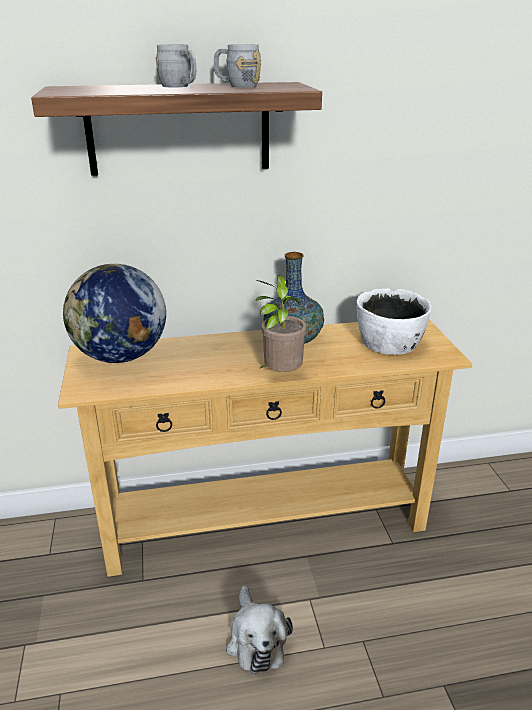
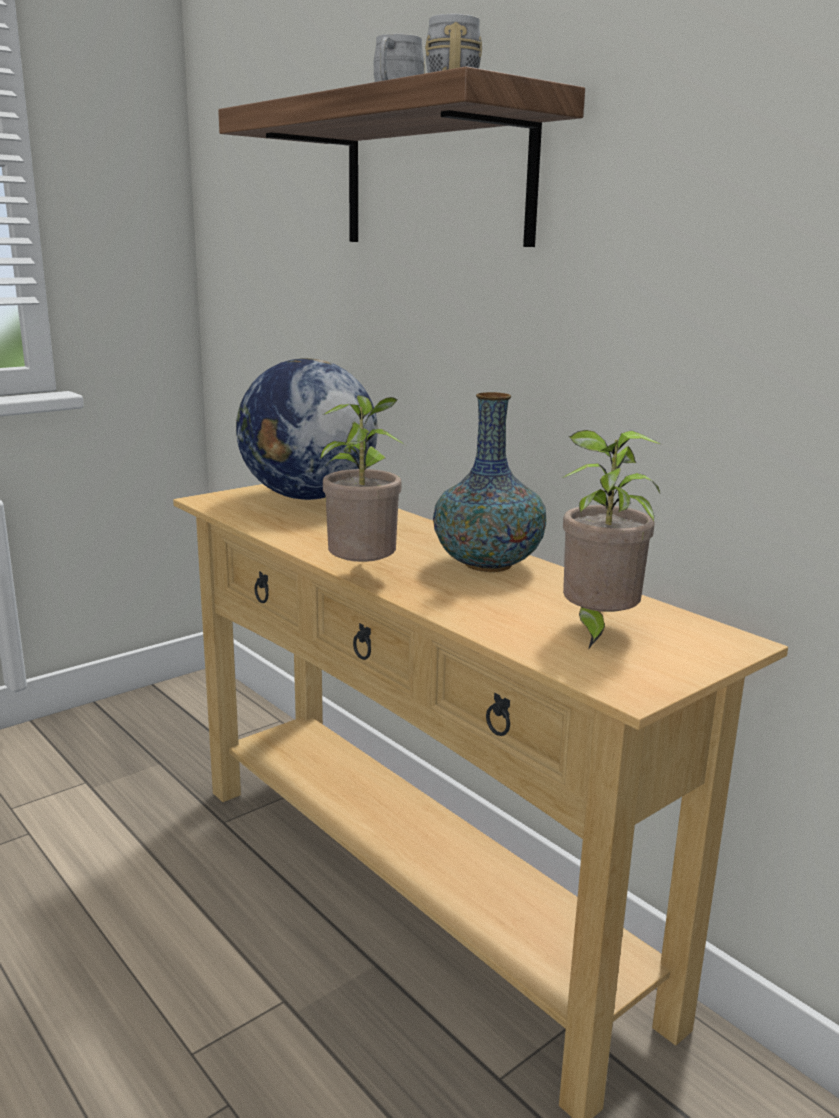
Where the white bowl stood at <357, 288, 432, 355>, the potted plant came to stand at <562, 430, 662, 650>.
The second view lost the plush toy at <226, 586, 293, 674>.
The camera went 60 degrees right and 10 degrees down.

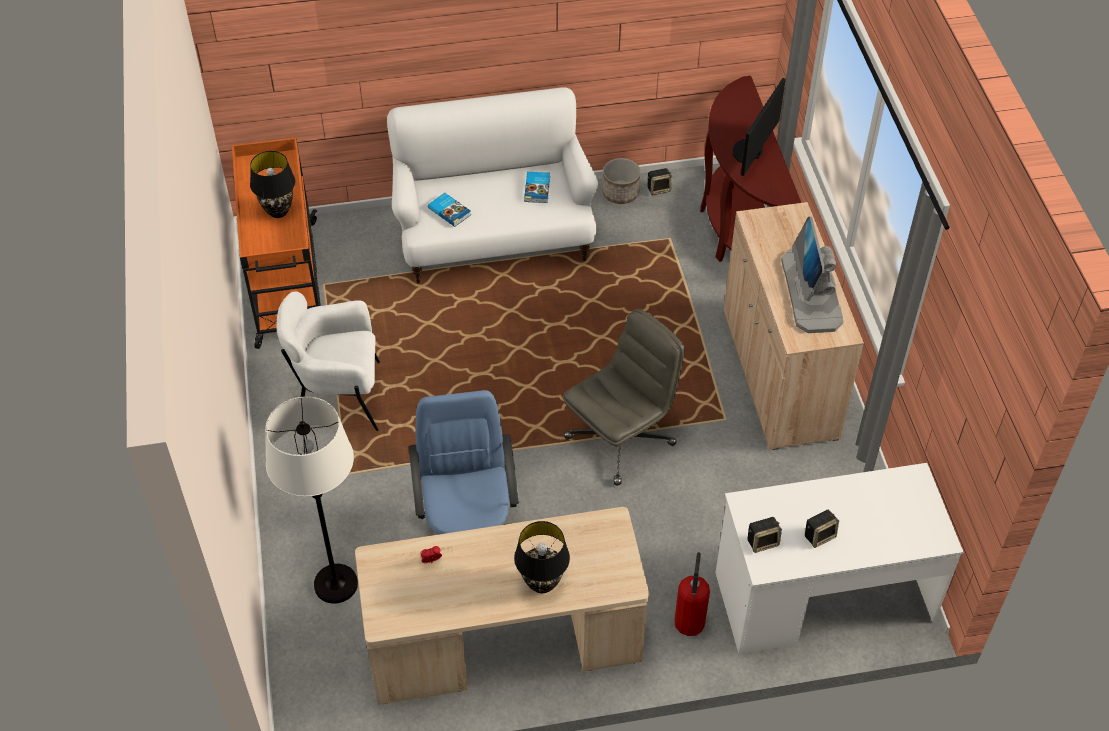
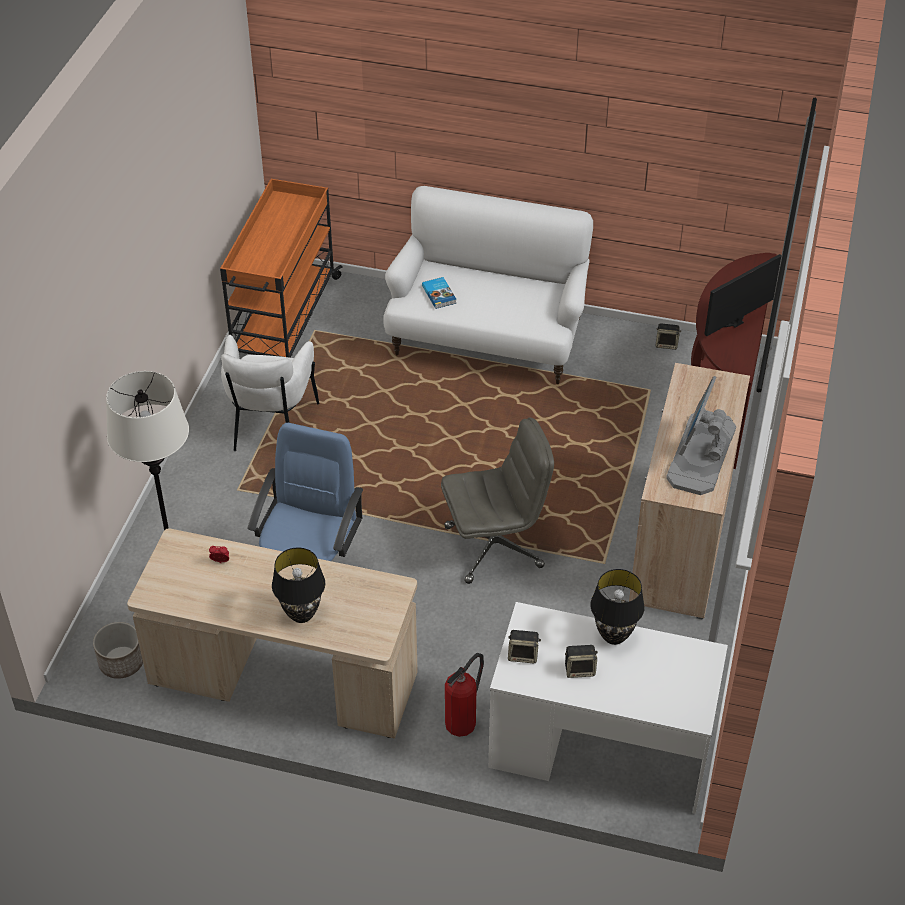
The planter ended up elsewhere, having gone from <602, 158, 641, 204> to <93, 622, 143, 679>.
The white armchair at <276, 291, 380, 431> ended up facing another way, 105 degrees counterclockwise from before.
The black table lamp ended up elsewhere, having gone from <250, 151, 295, 218> to <590, 569, 645, 645>.
The second view lost the book at <524, 172, 550, 203>.
The camera went 25 degrees right and 5 degrees down.

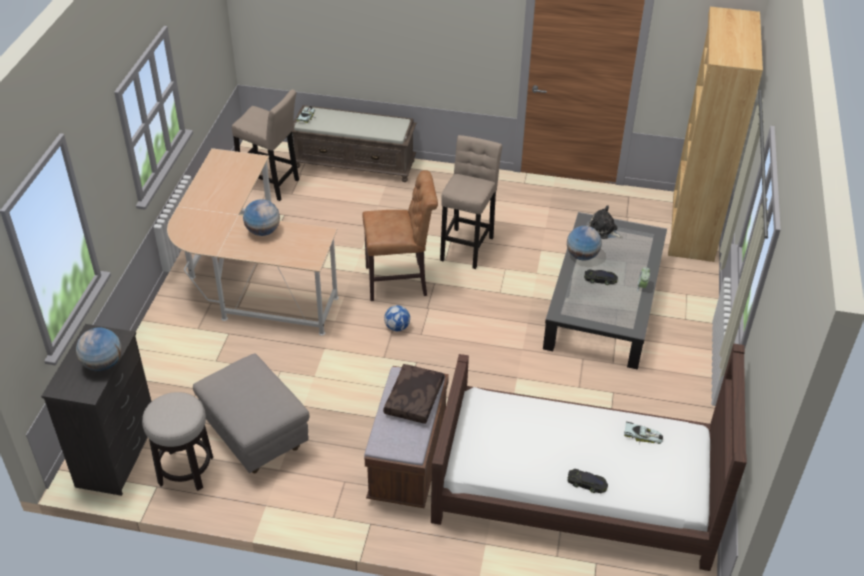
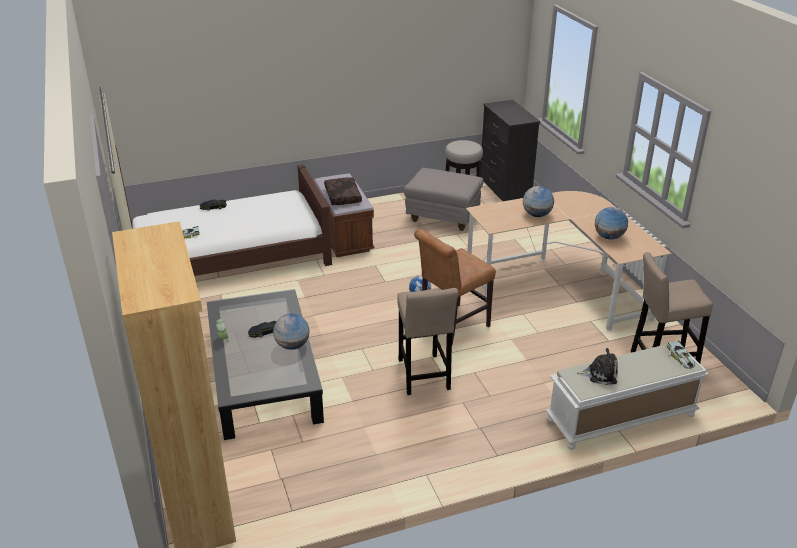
What was the brown bench at <292, 105, 416, 182> turned into the white bench at <545, 344, 709, 450>.
The plush toy ended up elsewhere, having gone from <589, 205, 623, 239> to <577, 348, 618, 385>.
The globe ended up elsewhere, having gone from <76, 328, 122, 371> to <595, 207, 628, 240>.
The camera went 150 degrees right and 10 degrees down.

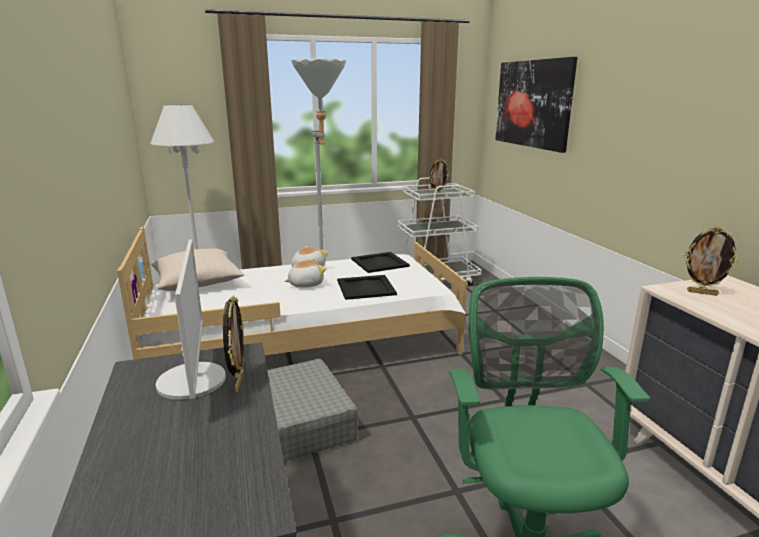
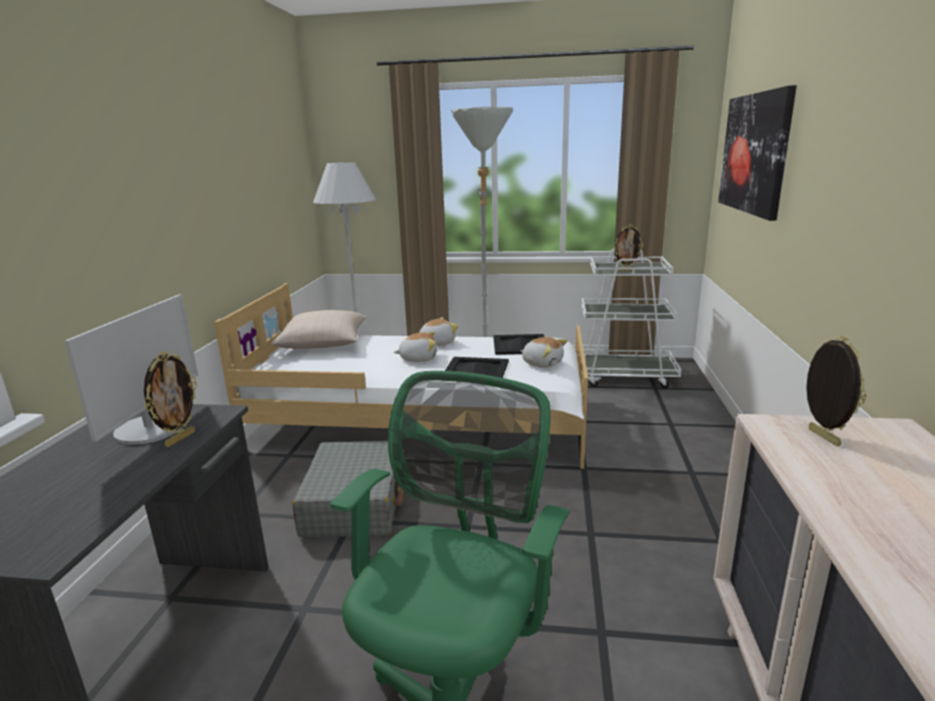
The second view gained the plush toy at <521, 337, 568, 368>.
The picture frame at <684, 226, 739, 296> ended up facing another way, 150 degrees counterclockwise from before.
The camera went 25 degrees right and 0 degrees up.

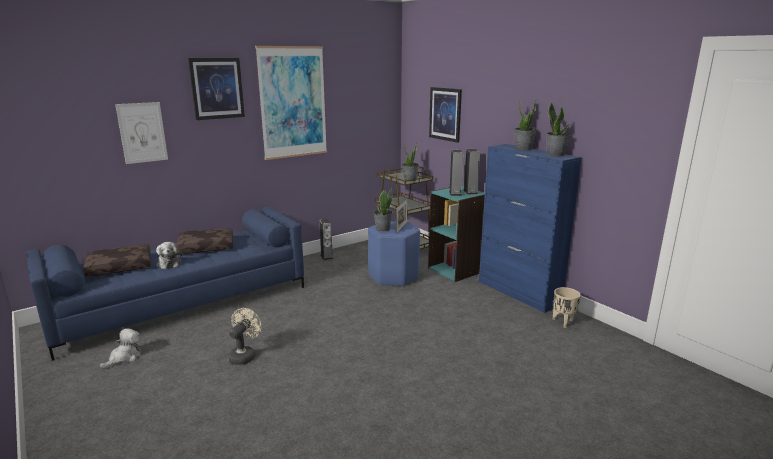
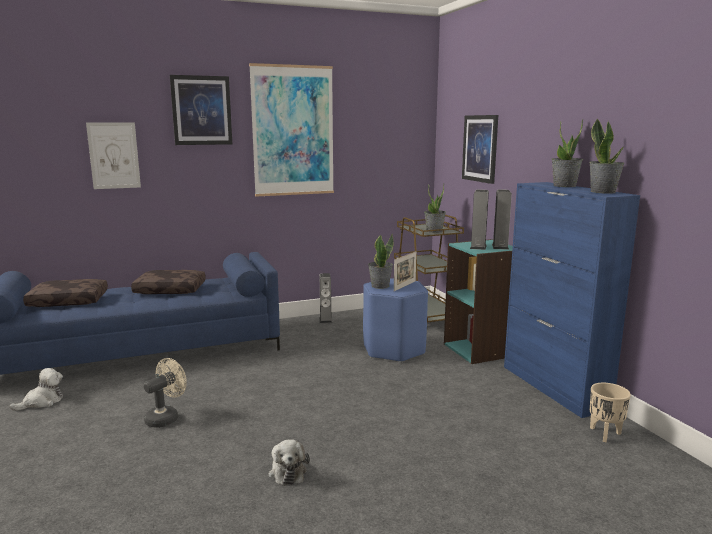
The plush toy ended up elsewhere, having gone from <156, 242, 182, 269> to <268, 439, 310, 486>.
The camera went 15 degrees right and 5 degrees down.

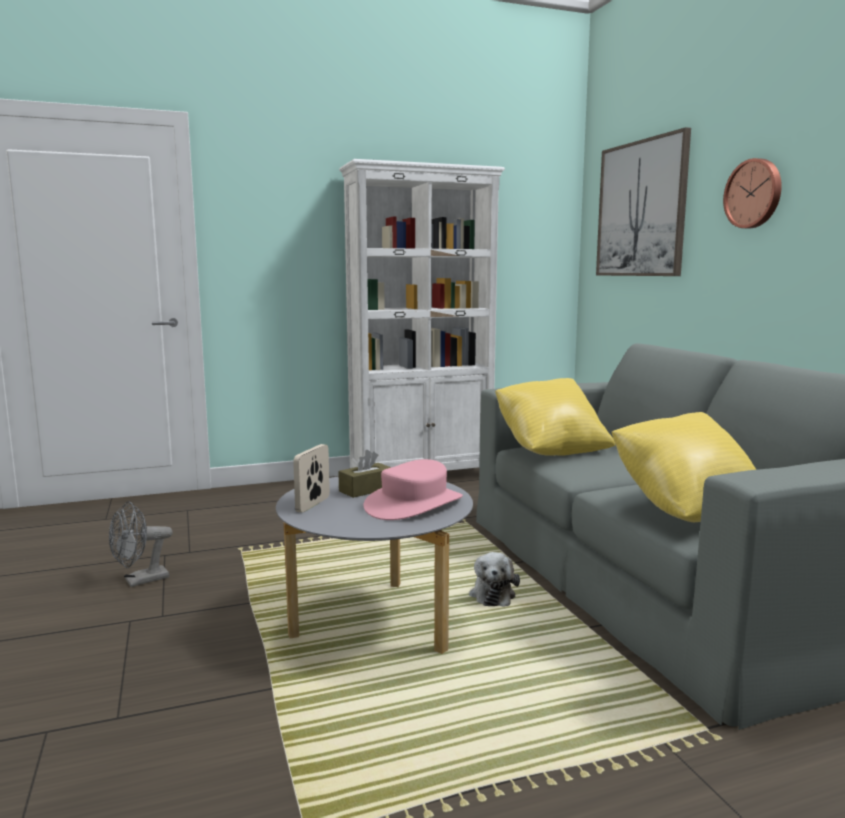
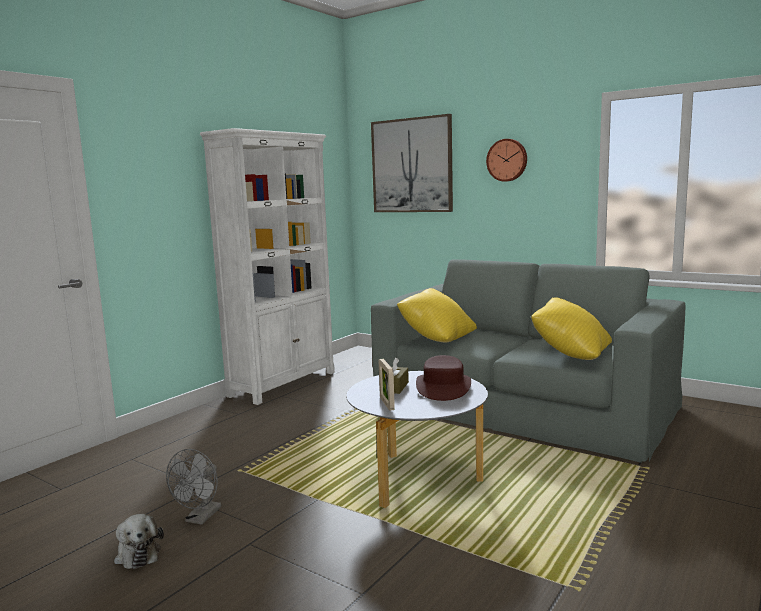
The plush toy ended up elsewhere, having gone from <469, 552, 520, 607> to <114, 514, 164, 569>.
What was the pink hat at <364, 459, 463, 520> turned into the brown hat at <416, 355, 471, 401>.
The camera went 35 degrees left and 0 degrees up.

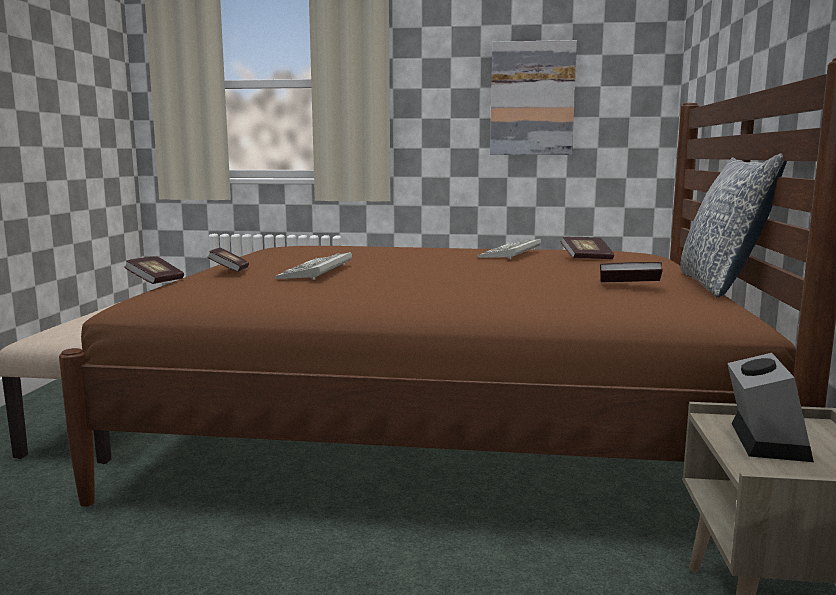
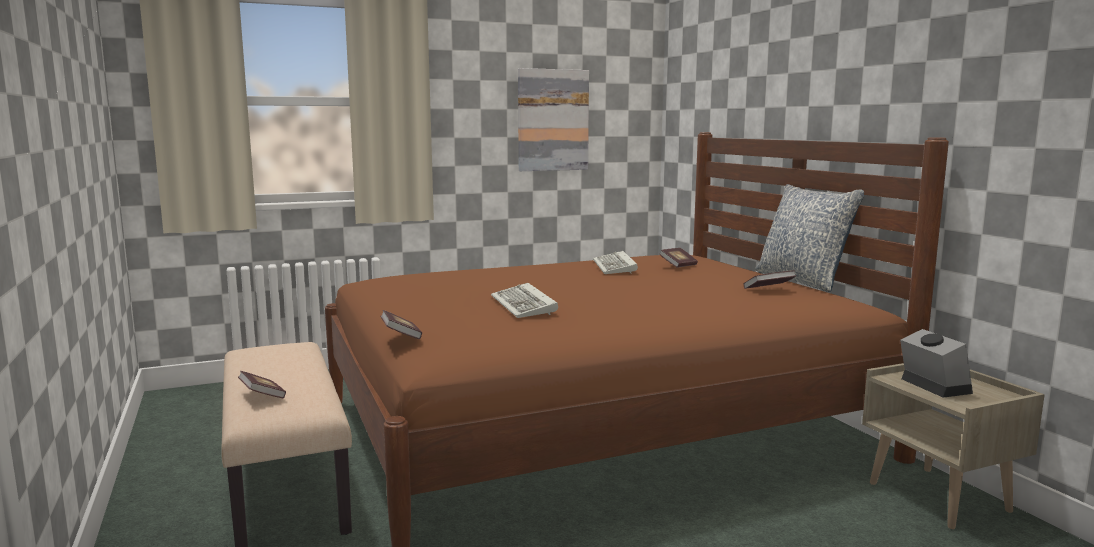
The book ended up elsewhere, having gone from <207, 248, 249, 272> to <238, 371, 286, 398>.
The camera went 30 degrees left and 0 degrees up.

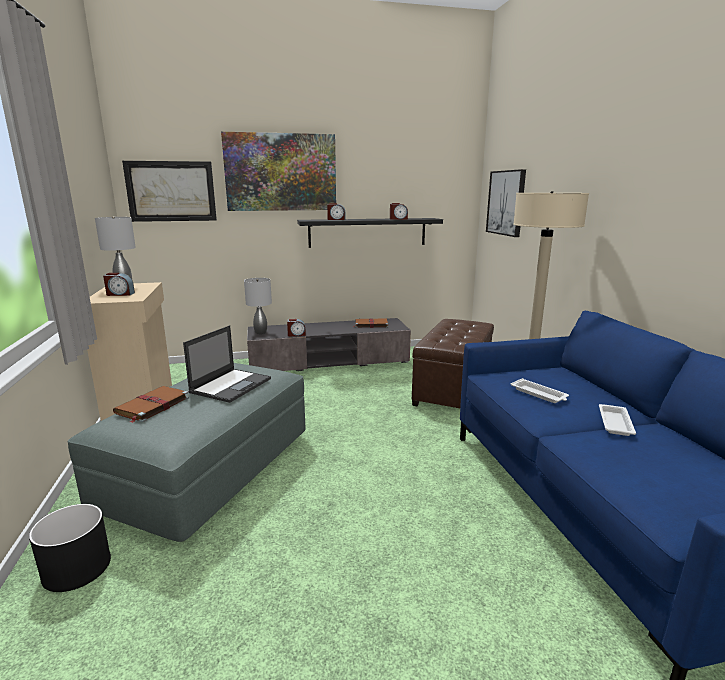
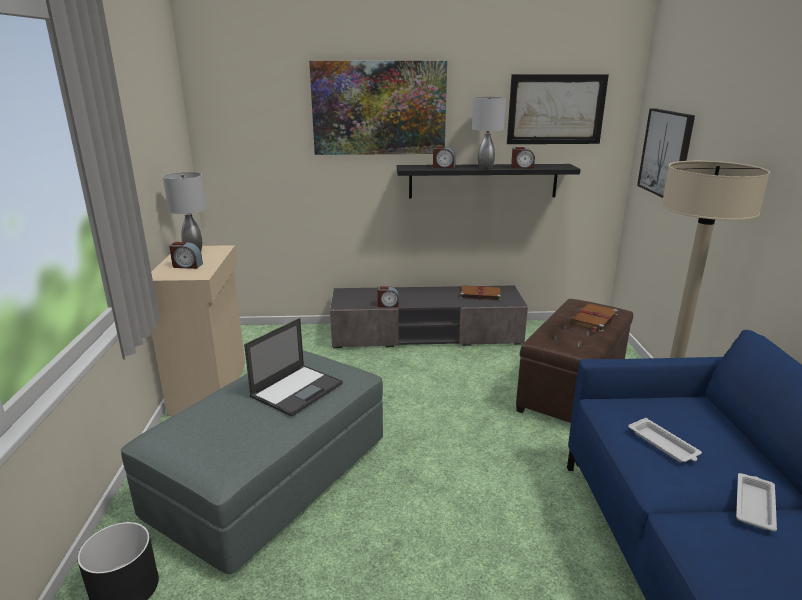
The grey table lamp ended up elsewhere, having gone from <244, 278, 272, 334> to <472, 96, 506, 169>.
The picture ended up elsewhere, having gone from <122, 161, 217, 222> to <507, 74, 609, 144>.
The brown book ended up elsewhere, having gone from <113, 386, 189, 423> to <570, 304, 618, 332>.
The camera went 10 degrees right and 5 degrees up.

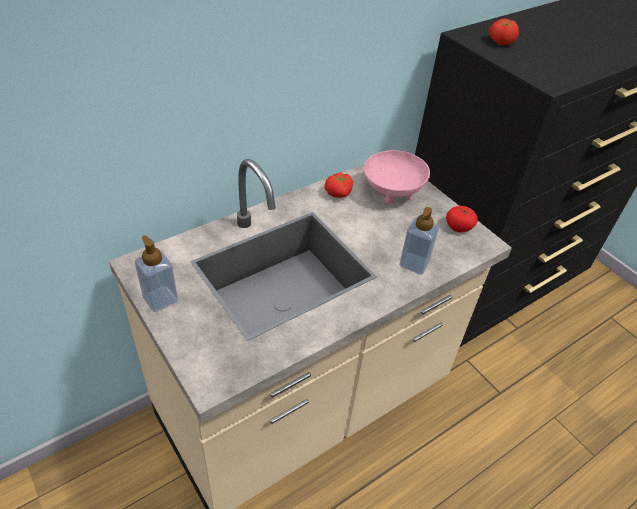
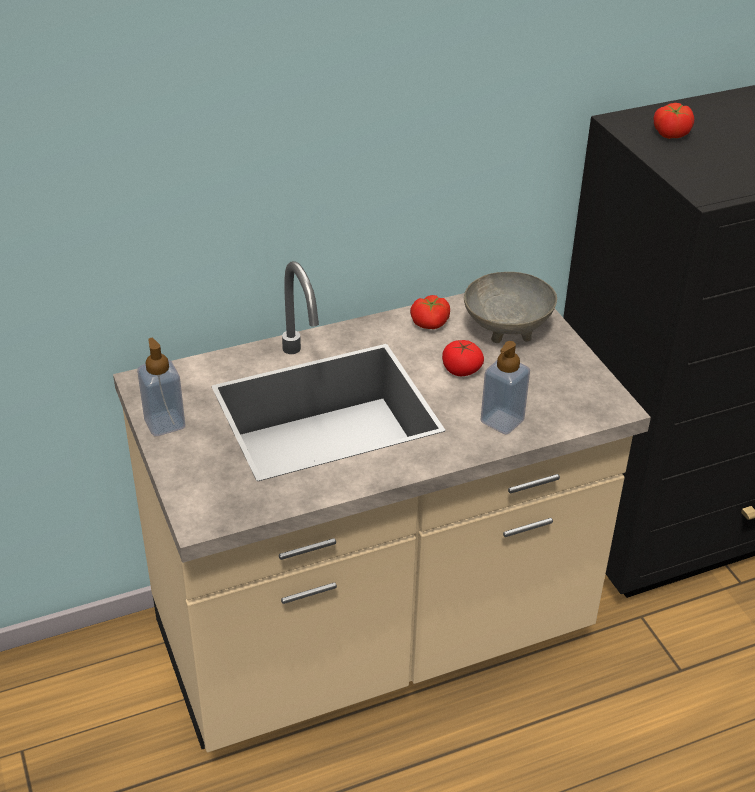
The tomato ended up elsewhere, having gone from <446, 206, 478, 233> to <442, 340, 484, 376>.
What was the pink bowl at <364, 150, 430, 203> turned into the grey bowl at <464, 272, 557, 343>.
The camera went 15 degrees right and 5 degrees down.

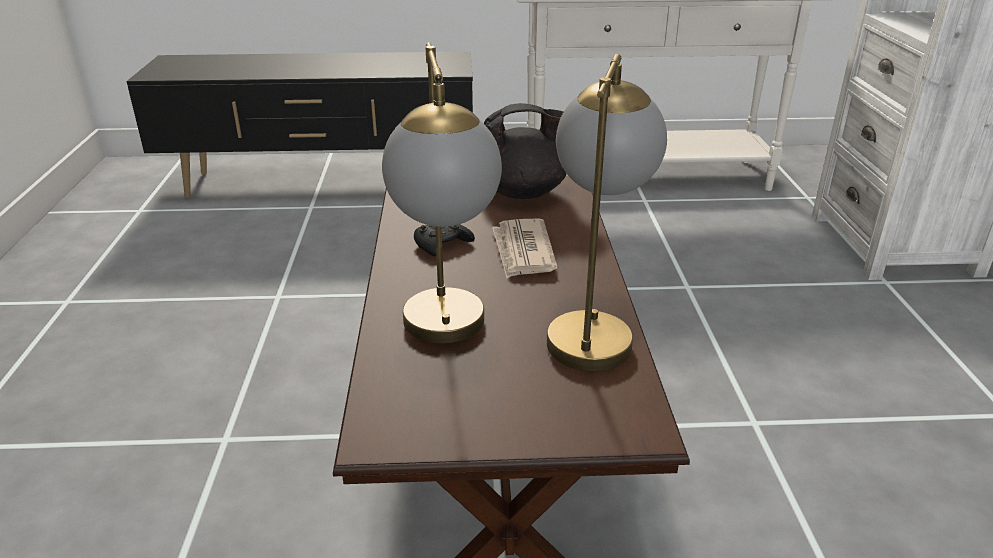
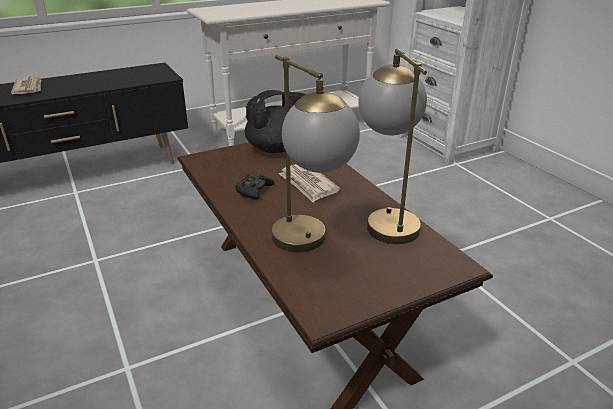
The second view gained the newspaper at <11, 76, 41, 94>.
The camera went 25 degrees left and 0 degrees up.

